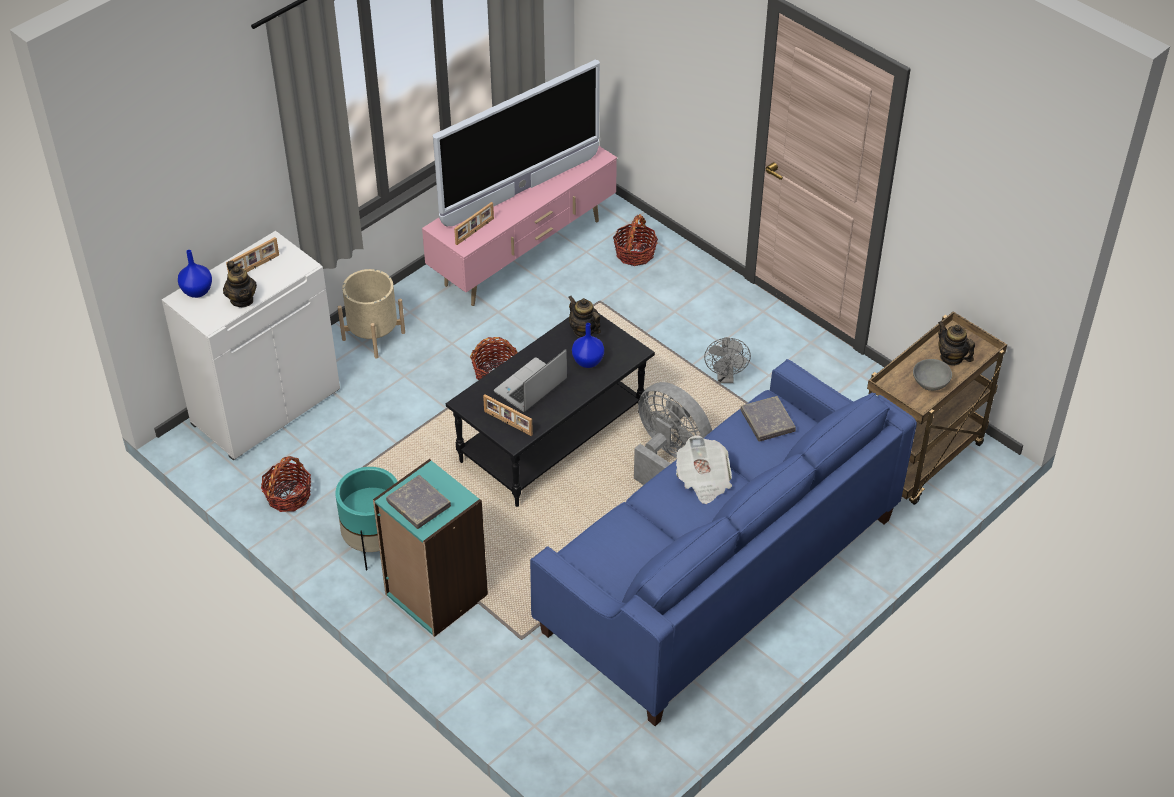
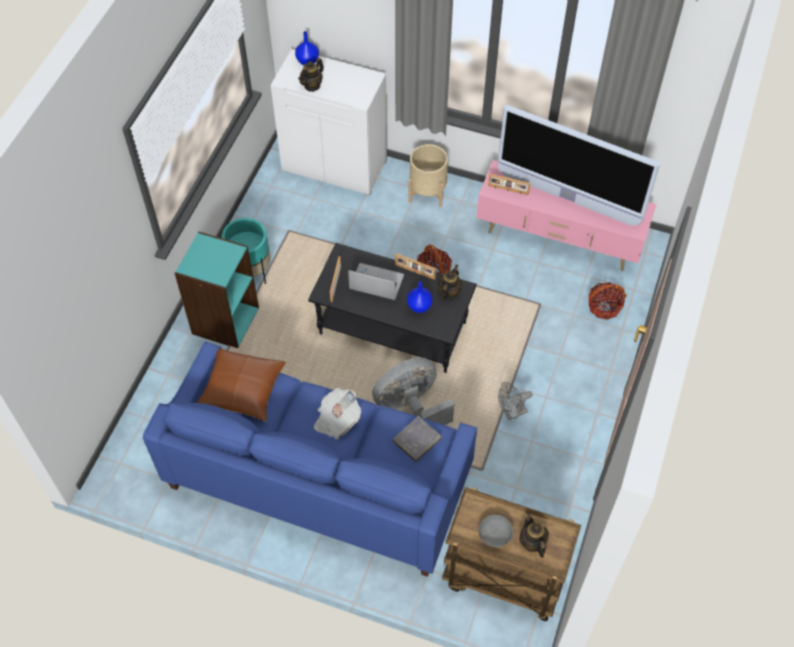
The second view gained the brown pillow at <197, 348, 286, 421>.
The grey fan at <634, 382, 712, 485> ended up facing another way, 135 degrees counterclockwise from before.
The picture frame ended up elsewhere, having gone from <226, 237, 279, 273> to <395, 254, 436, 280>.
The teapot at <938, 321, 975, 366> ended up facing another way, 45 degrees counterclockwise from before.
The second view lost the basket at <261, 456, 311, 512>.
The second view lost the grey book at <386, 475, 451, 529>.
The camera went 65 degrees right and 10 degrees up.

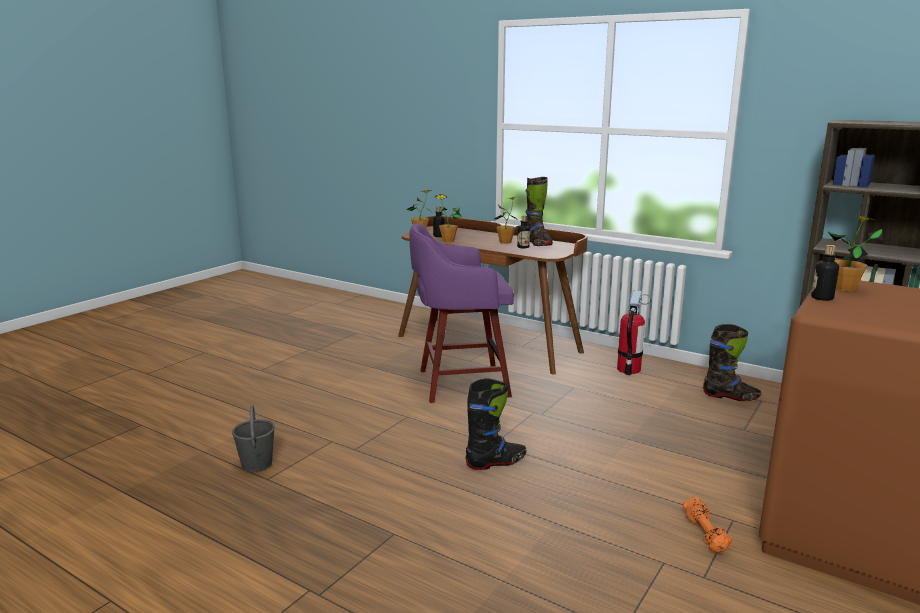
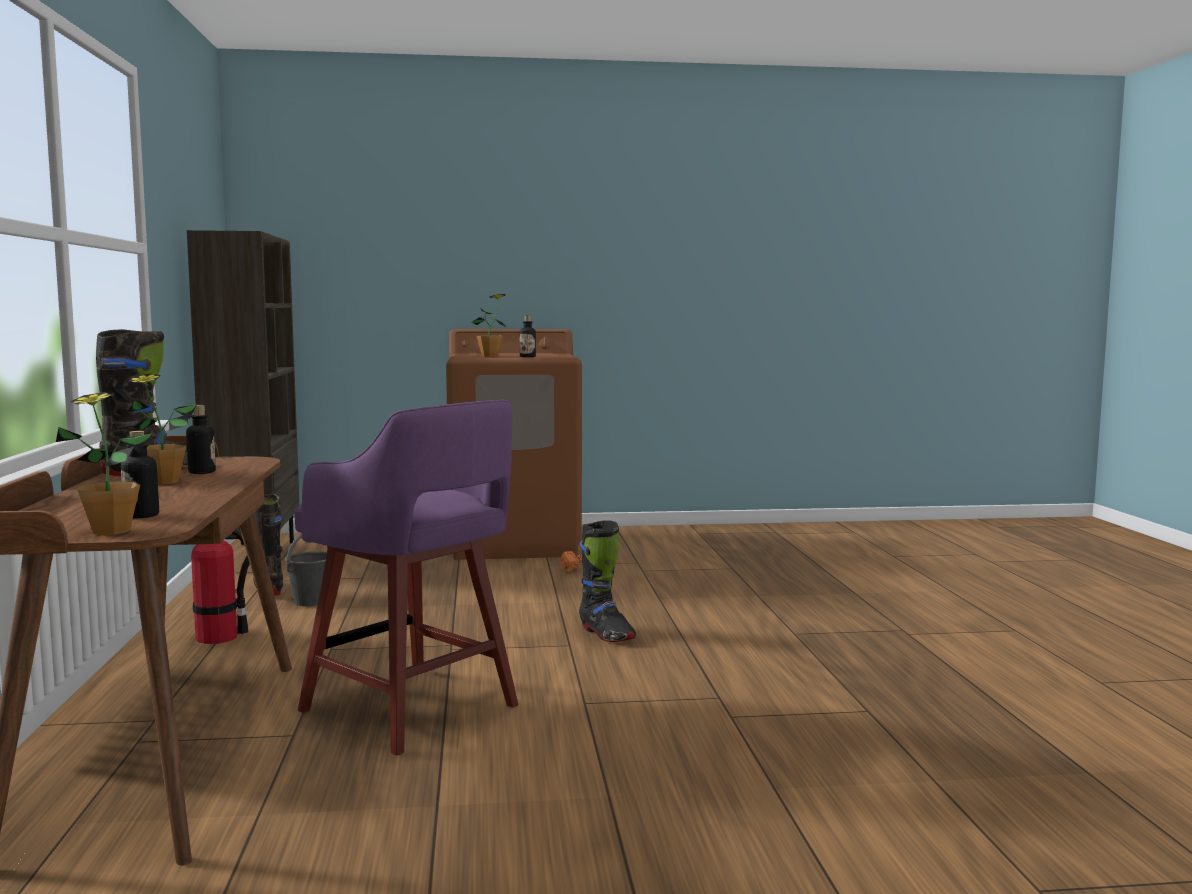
The grey bucket ended up elsewhere, having gone from <232, 405, 275, 472> to <285, 534, 328, 606>.
The black boot at <465, 378, 526, 470> ended up facing another way, 150 degrees counterclockwise from before.
The second view lost the potted plant at <435, 194, 462, 242>.
The camera went 130 degrees left and 10 degrees down.

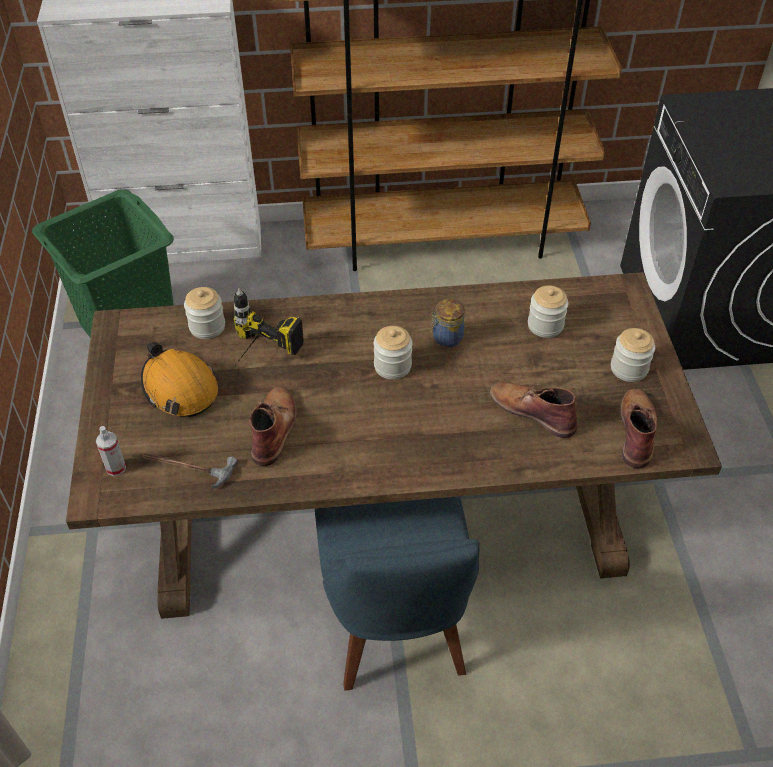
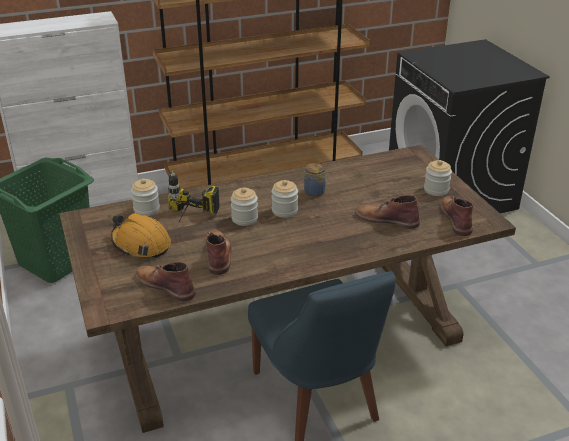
Where the hammer stood at <143, 453, 238, 489>, the brown boot came to stand at <135, 262, 196, 301>.
The jar ended up elsewhere, having gone from <528, 286, 568, 338> to <231, 188, 258, 226>.
The second view lost the spray bottle at <96, 426, 126, 476>.
The camera went 15 degrees left and 15 degrees down.

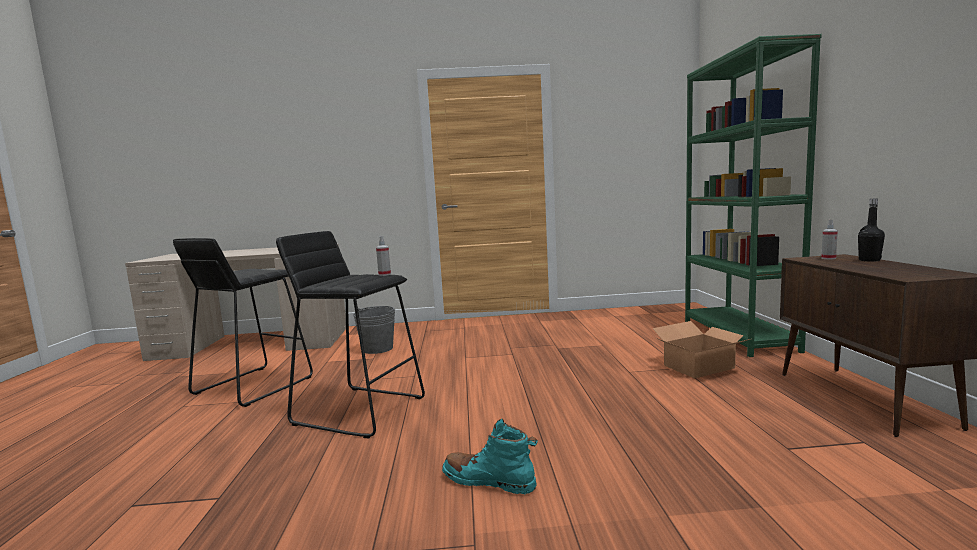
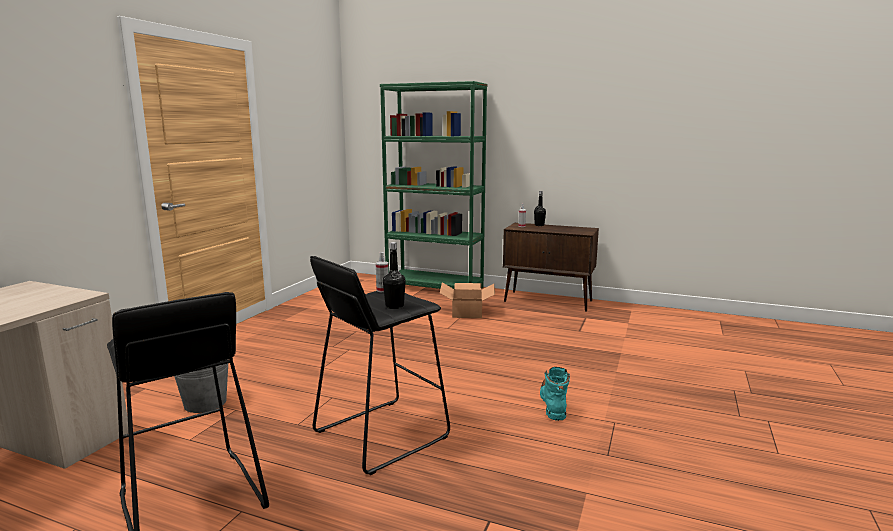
The second view gained the black bottle at <383, 242, 406, 309>.
The turquoise boot at <442, 419, 538, 494> ended up facing another way, 135 degrees clockwise from before.
The camera went 65 degrees left and 5 degrees up.

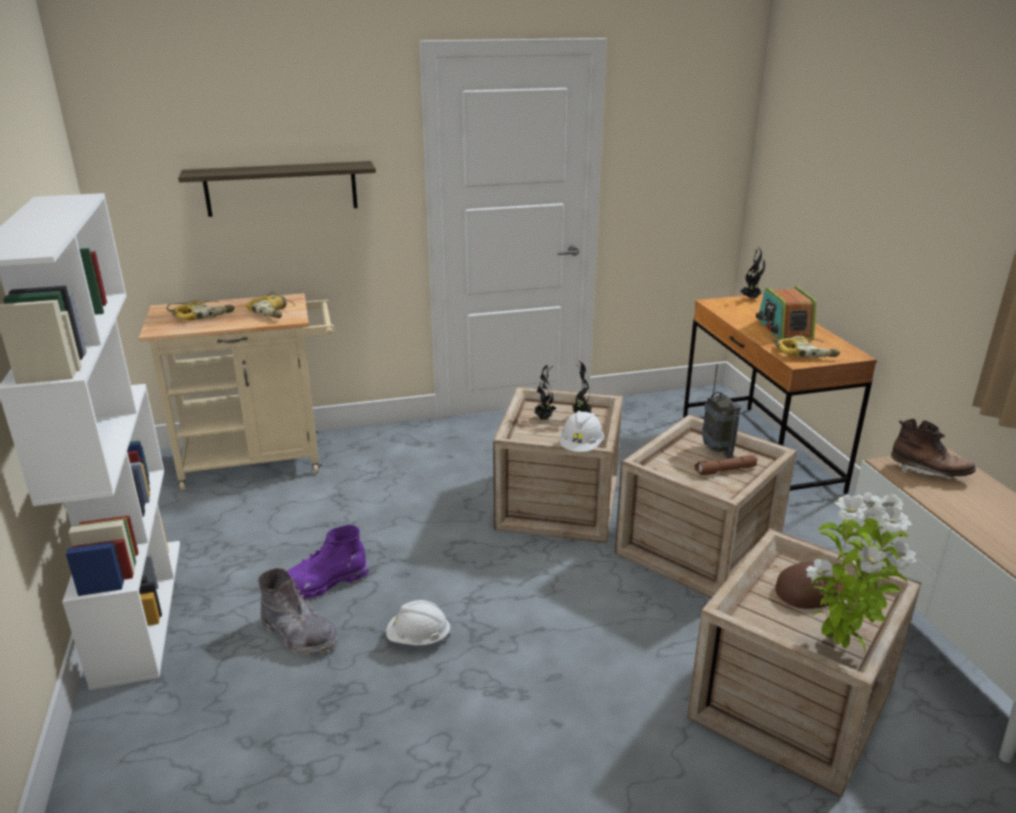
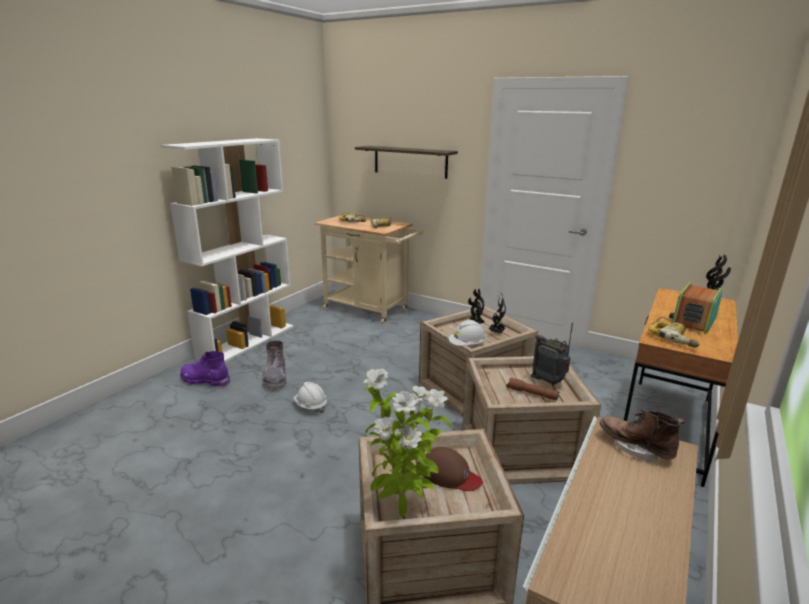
The purple boot ended up elsewhere, having gone from <287, 525, 369, 601> to <180, 351, 230, 387>.
The radio at <702, 364, 741, 459> ended up facing another way, 105 degrees clockwise from before.
The brown boot at <891, 419, 976, 479> ended up facing another way, 150 degrees clockwise from before.
The camera went 45 degrees right and 5 degrees down.

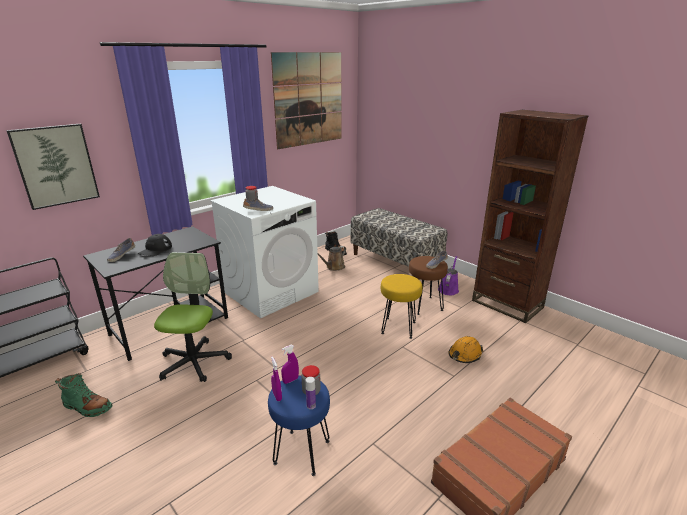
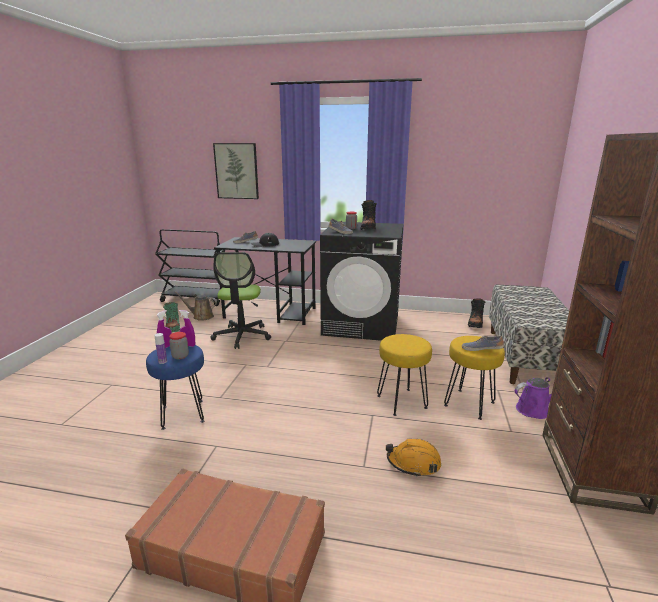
The brown watering can ended up elsewhere, having gone from <318, 246, 346, 271> to <174, 291, 217, 321>.
The office chair at <154, 252, 232, 382> ended up facing another way, 120 degrees clockwise from before.
What was the white washing machine at <210, 186, 319, 318> turned into the black washing machine at <320, 222, 403, 341>.
The second view gained the black boot at <360, 200, 377, 230>.
What was the brown stool at <409, 256, 448, 315> turned into the yellow stool at <444, 336, 505, 420>.
The second view lost the picture at <271, 52, 341, 149>.
The camera went 55 degrees right and 5 degrees down.

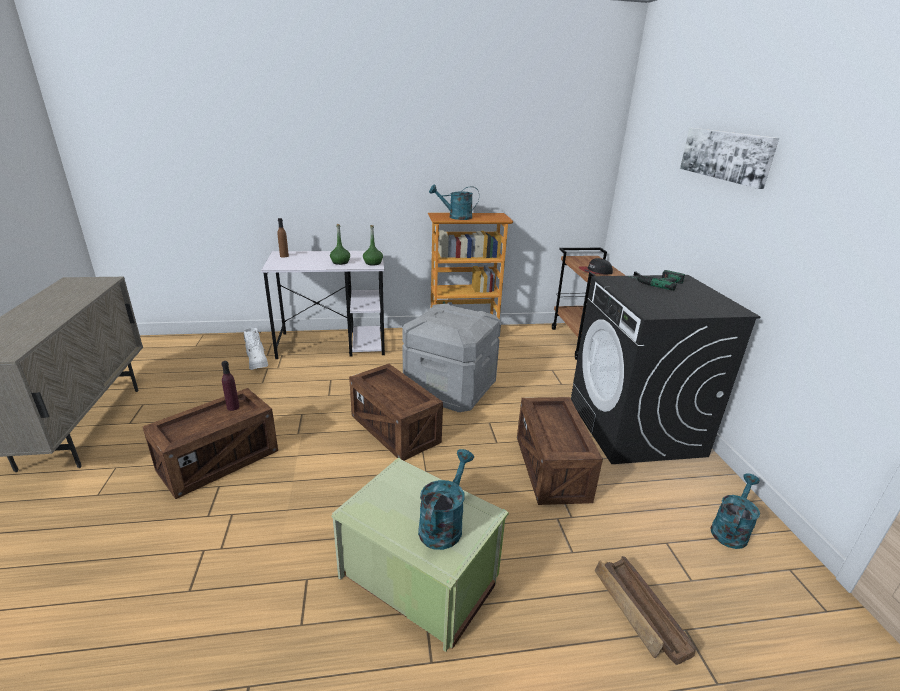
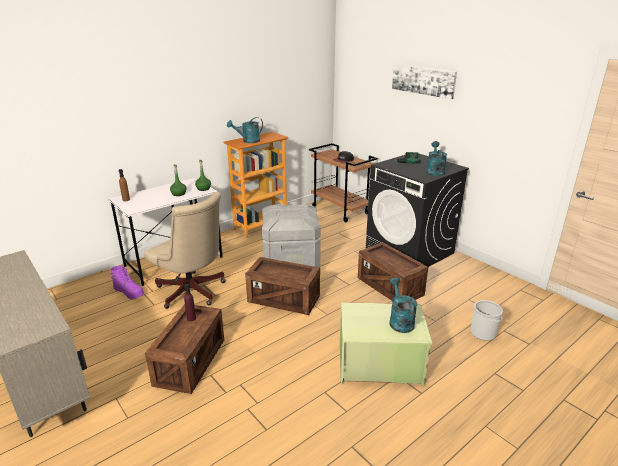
What was the white boot at <244, 328, 268, 370> turned into the purple boot at <110, 266, 145, 300>.
The second view gained the beige office chair at <144, 192, 226, 309>.
The turquoise watering can ended up elsewhere, having gone from <710, 473, 760, 549> to <426, 141, 447, 176>.
Where the crate stood at <595, 556, 696, 665>, the bucket came to stand at <470, 300, 503, 341>.
The camera went 30 degrees left and 0 degrees up.

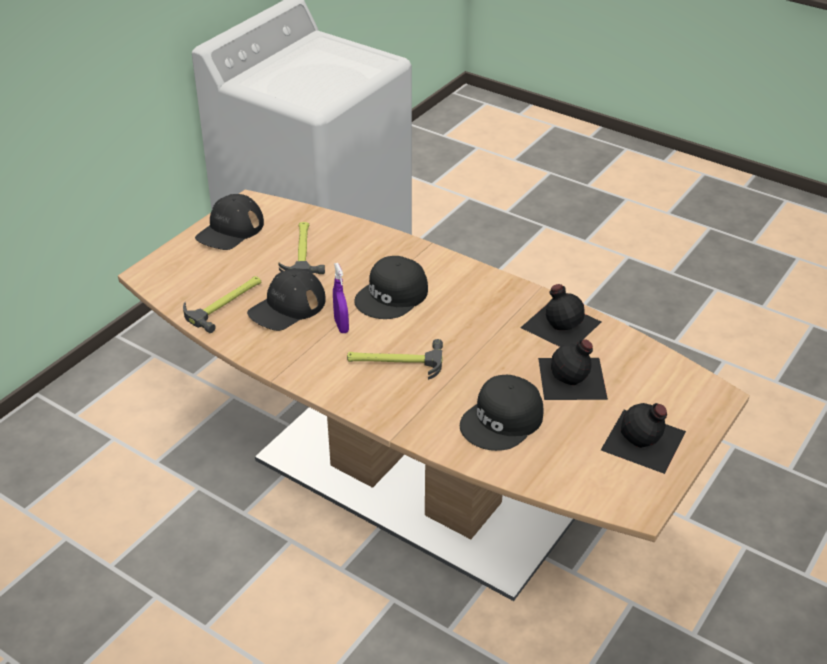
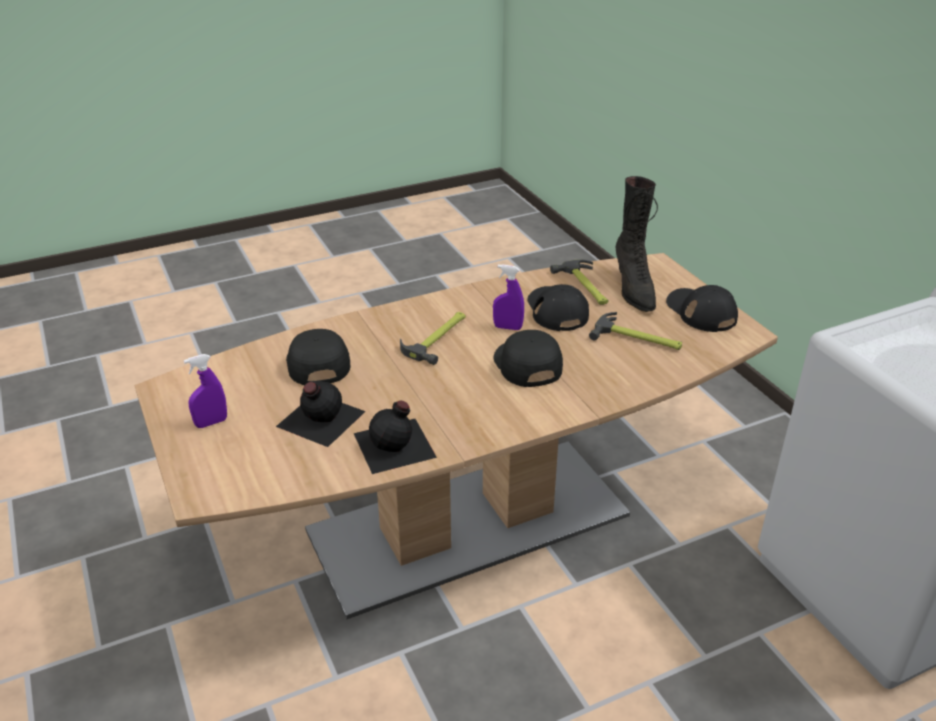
Where the black bottle stood at <601, 403, 686, 474>, the purple spray bottle came to stand at <184, 354, 227, 428>.
The second view gained the black boot at <616, 176, 658, 312>.
The camera went 120 degrees right and 5 degrees down.

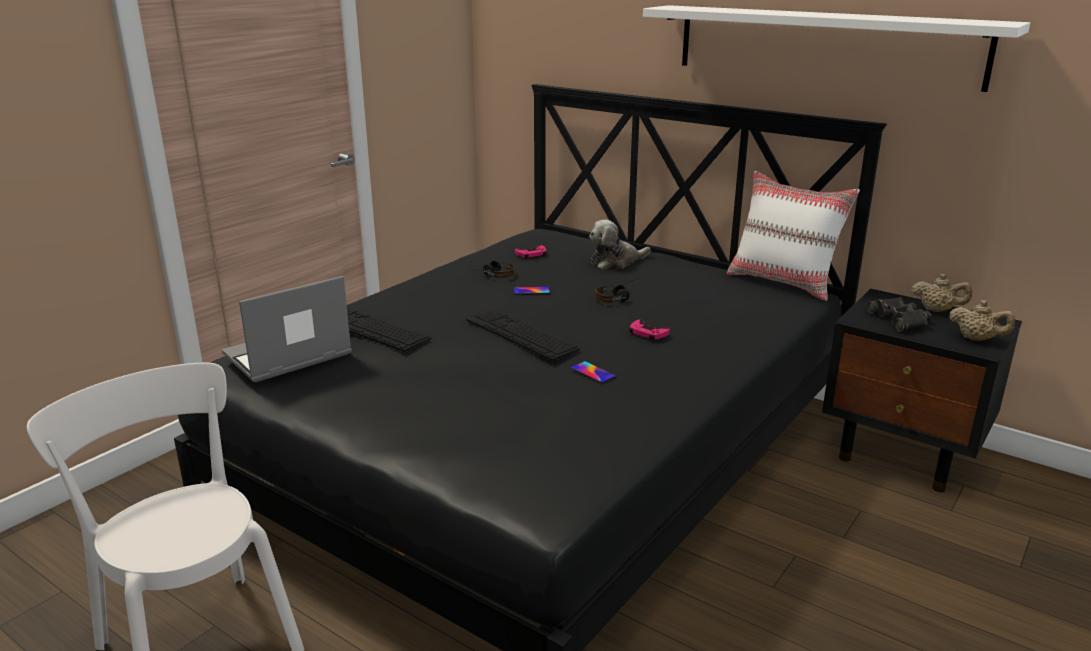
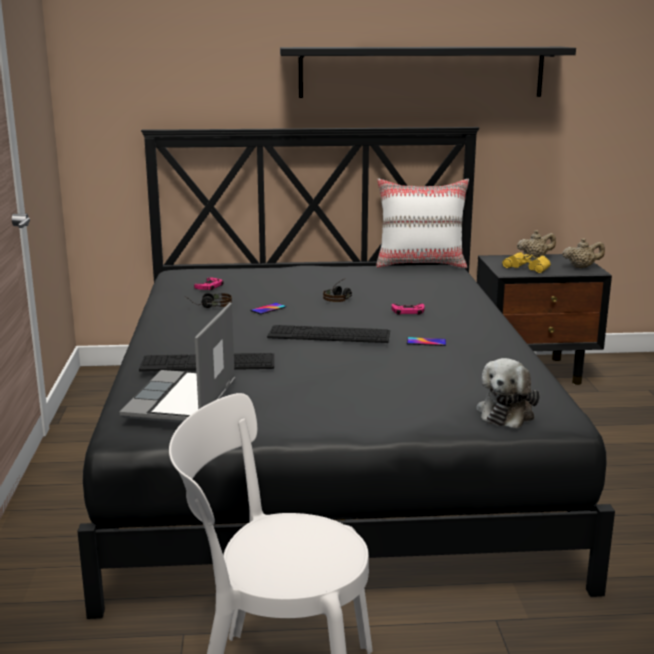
What was the white shelf at <643, 5, 1030, 92> turned into the black shelf at <280, 47, 576, 98>.
The plush toy ended up elsewhere, having gone from <589, 220, 650, 269> to <476, 358, 540, 428>.
What was the black binoculars at <867, 297, 931, 332> turned into the yellow binoculars at <502, 252, 551, 273>.
The camera went 40 degrees left and 5 degrees down.

